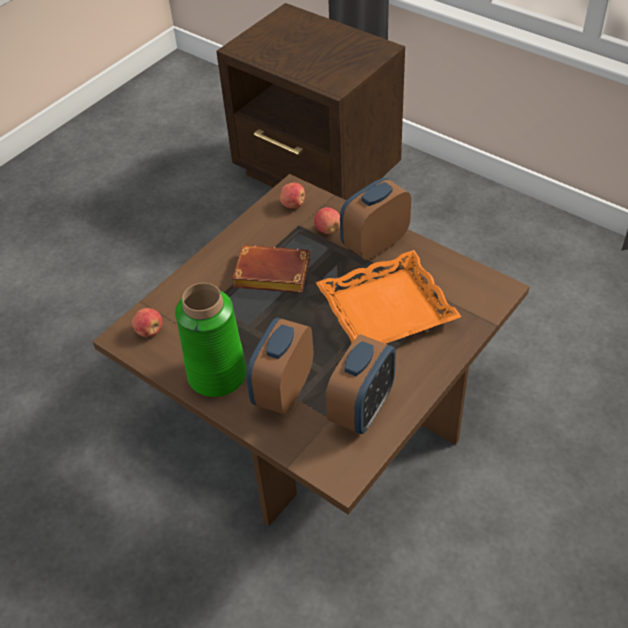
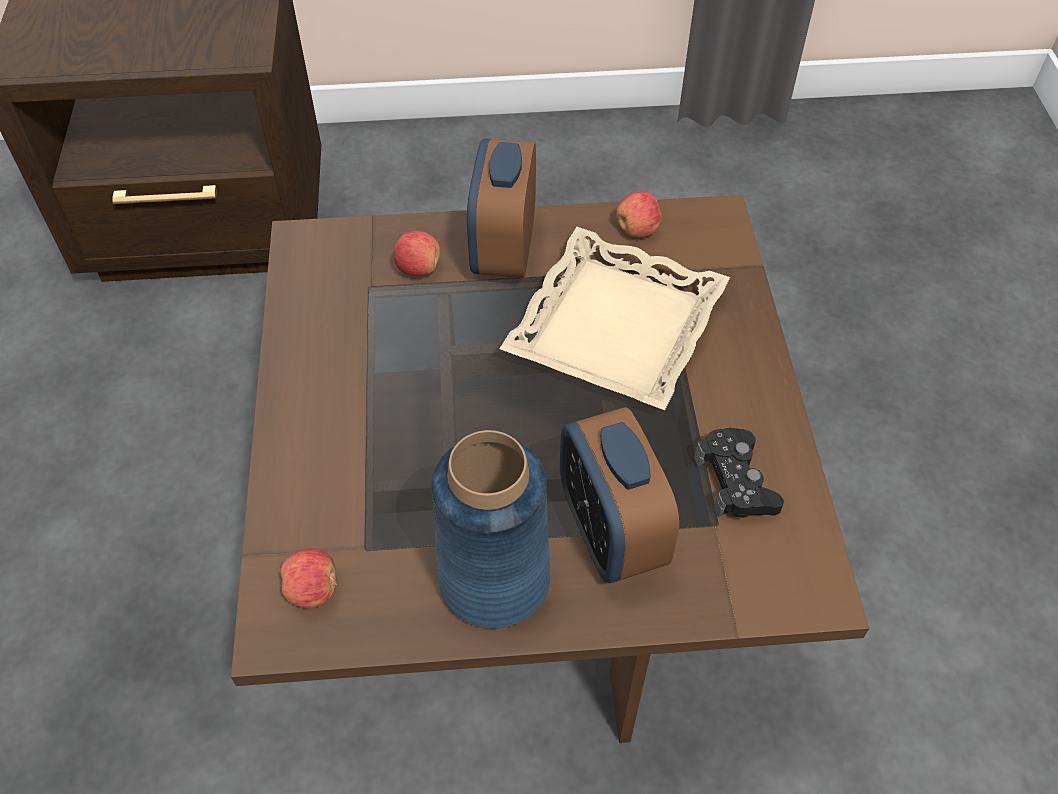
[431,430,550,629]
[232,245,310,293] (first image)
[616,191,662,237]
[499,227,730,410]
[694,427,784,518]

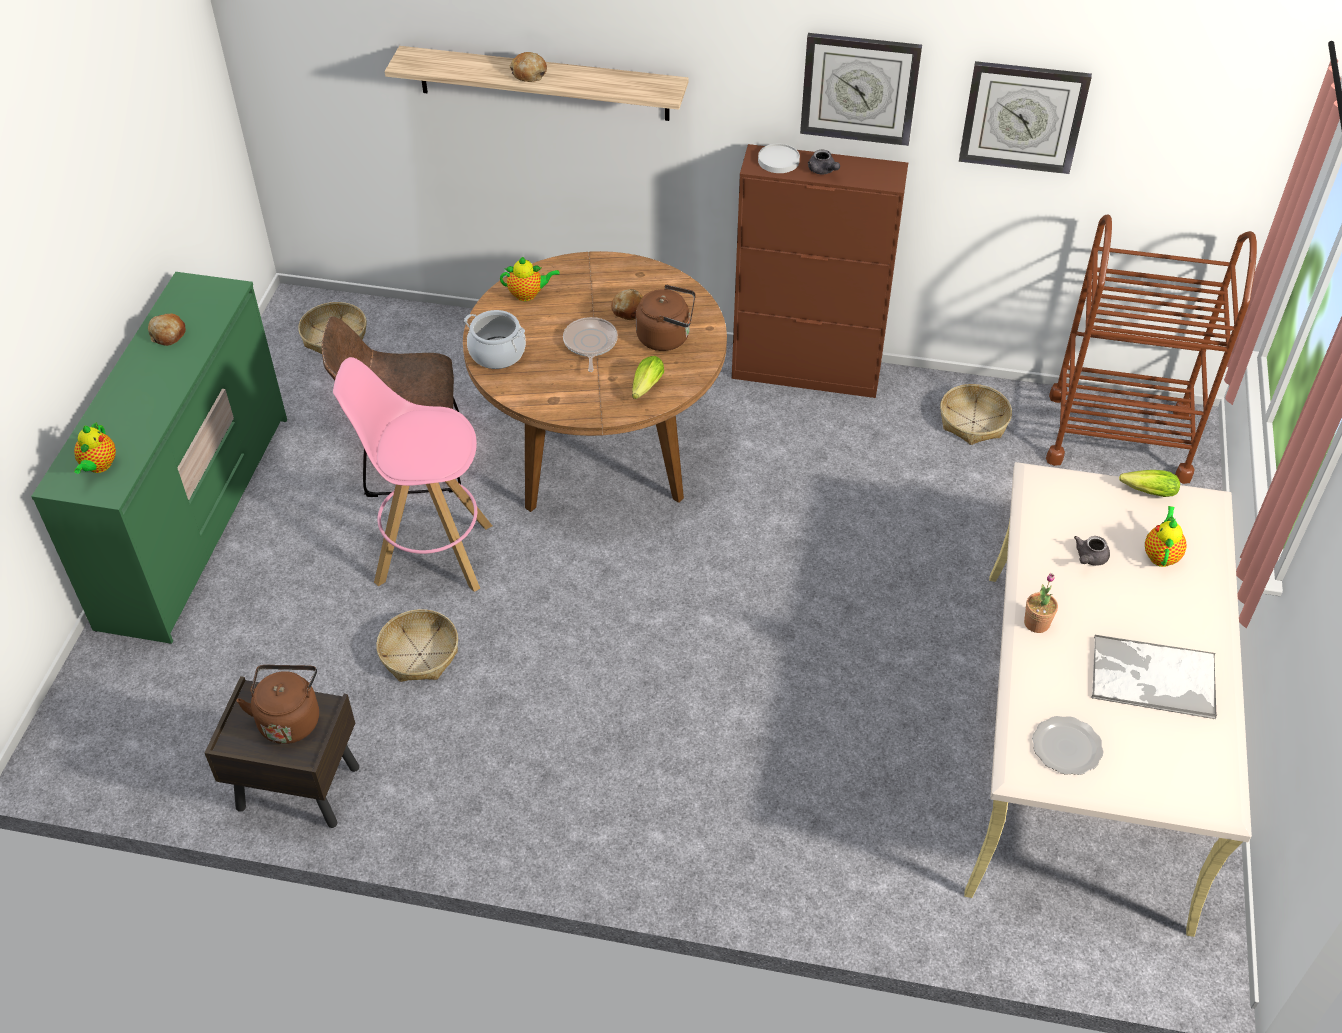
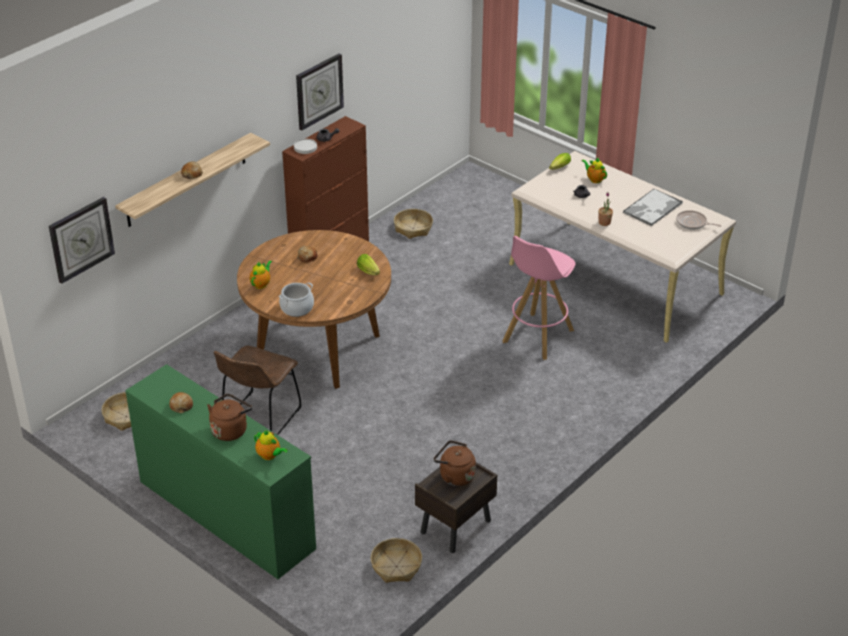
[502,236,576,360]
[371,538,422,583]
[676,210,722,230]
[207,394,252,441]
[49,197,115,284]
[1032,716,1104,775] (first image)
[1046,214,1257,484] (first image)

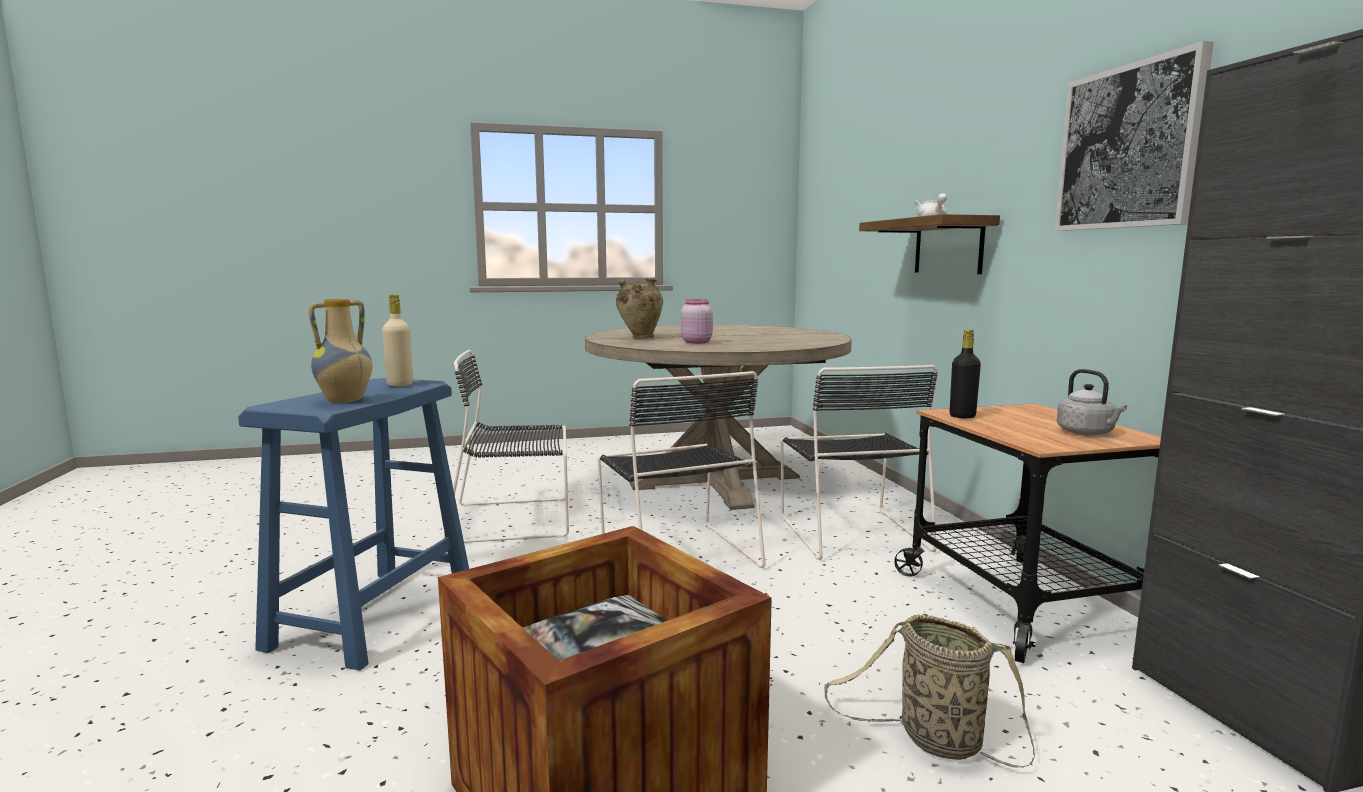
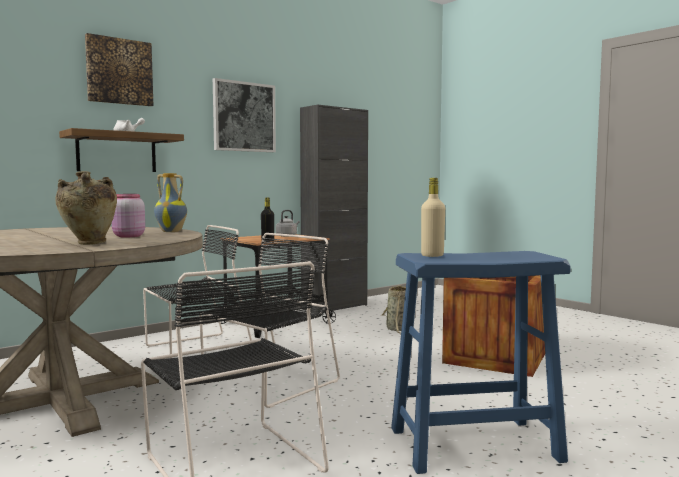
[154,173,187,232]
[85,33,153,106]

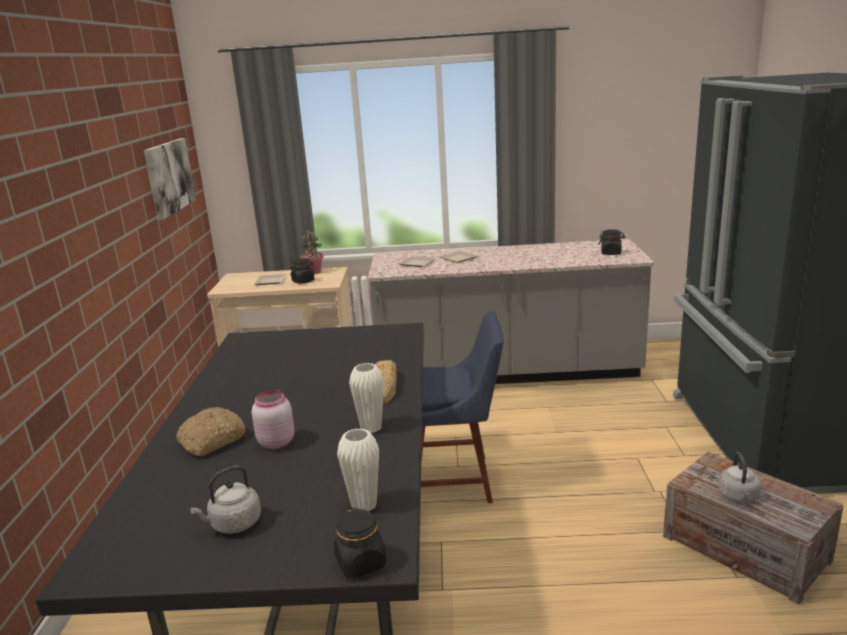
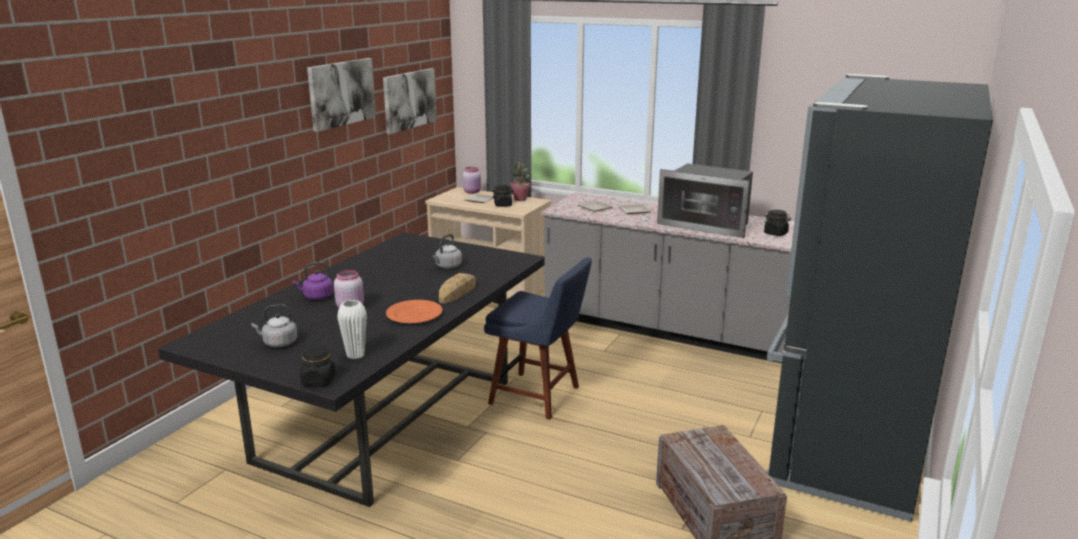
[293,262,333,300]
[386,300,442,323]
[432,234,462,269]
[307,58,376,132]
[462,167,481,194]
[657,163,753,238]

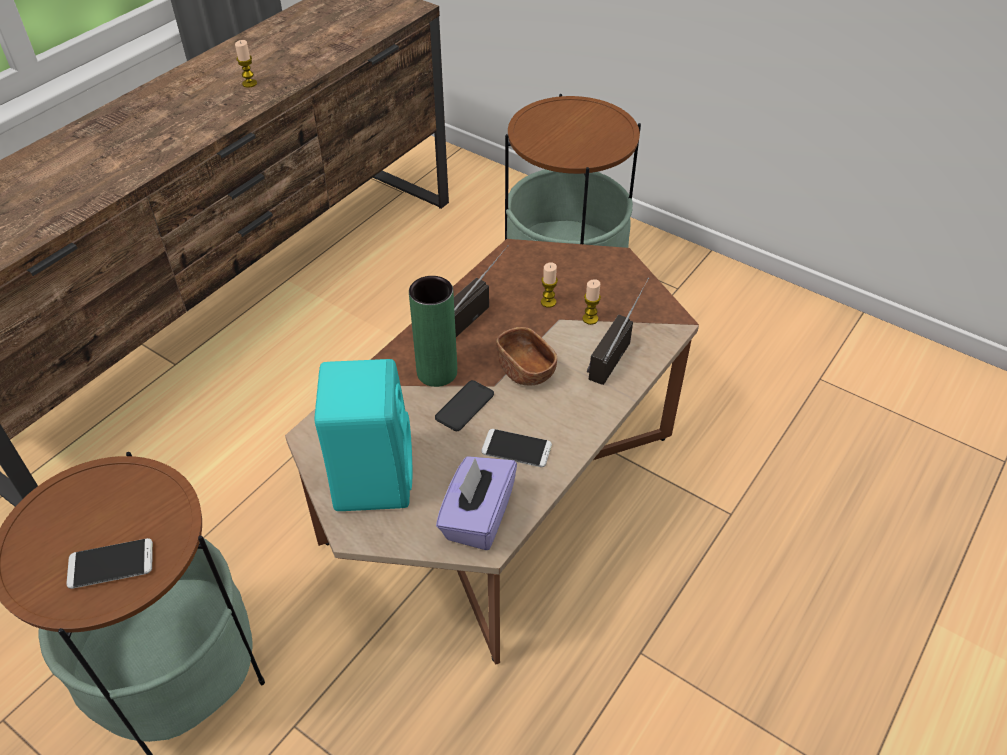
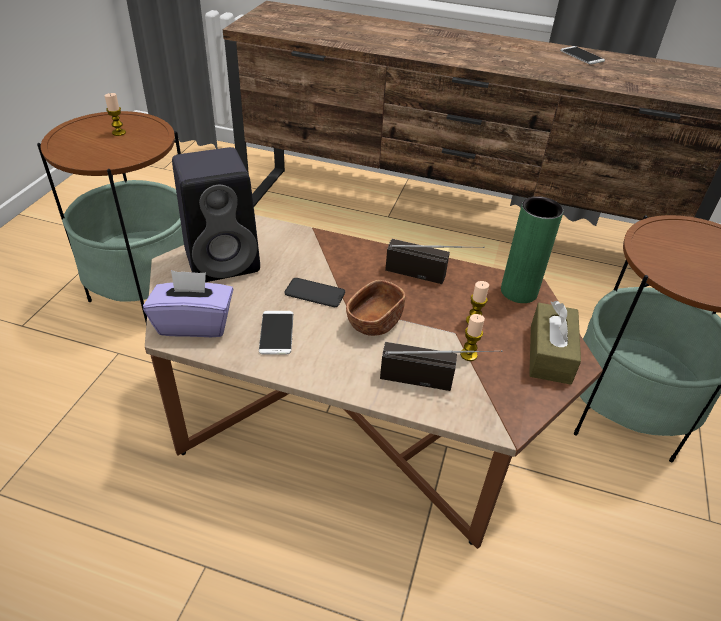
[560,46,605,65]
[105,93,126,136]
[172,147,260,282]
[501,196,563,303]
[529,301,581,385]

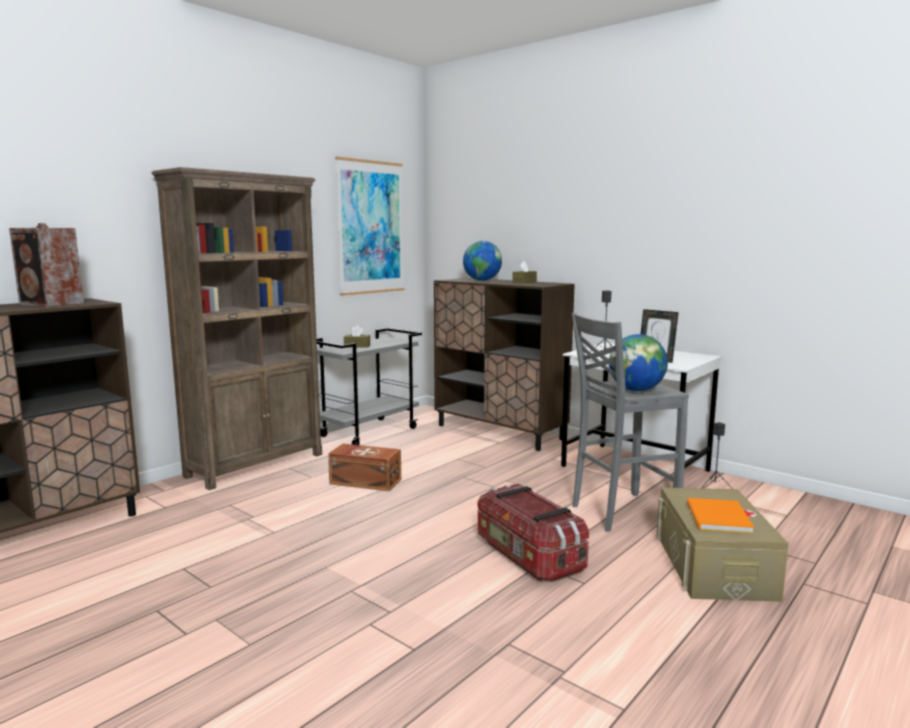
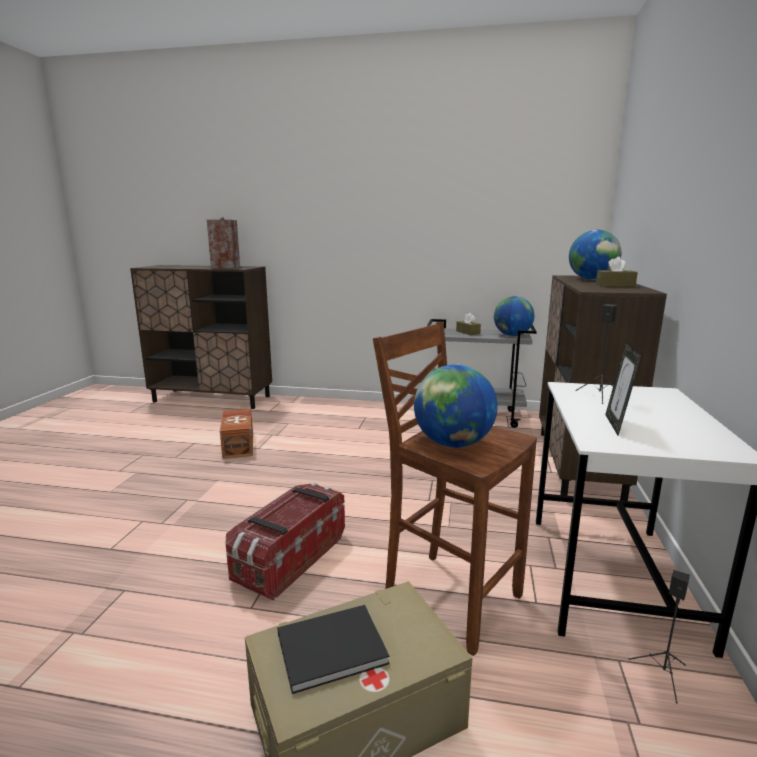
[152,167,322,490] (first image)
[220,409,253,459]
[335,157,404,296] (first image)
[373,322,537,656]
[278,605,390,694]
[494,296,534,336]

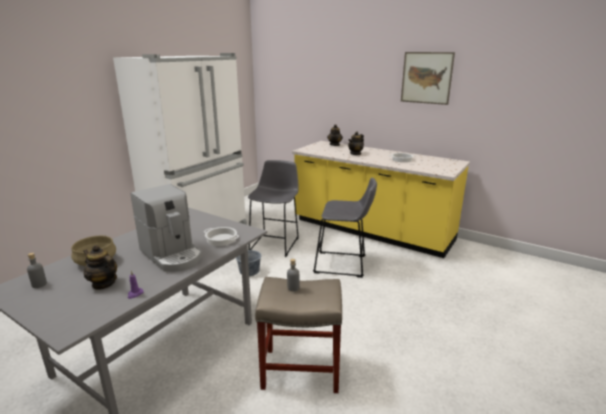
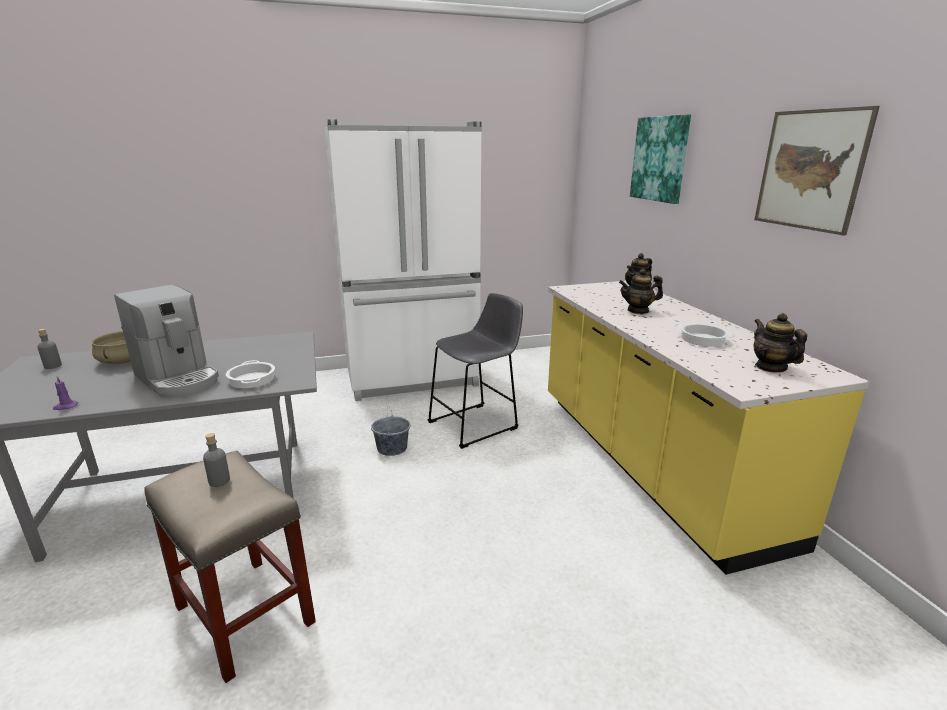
[753,313,807,373]
[114,285,219,398]
[313,178,377,278] (first image)
[630,114,691,204]

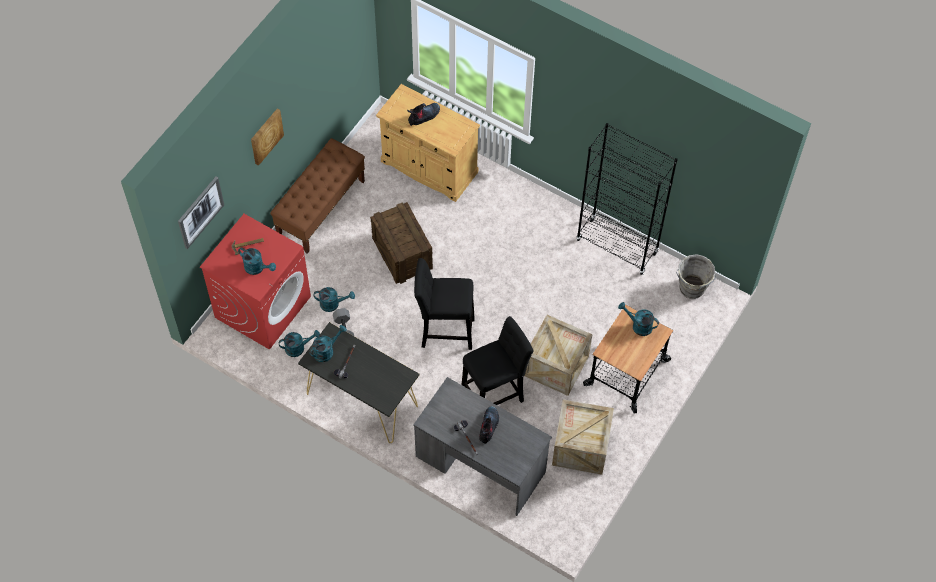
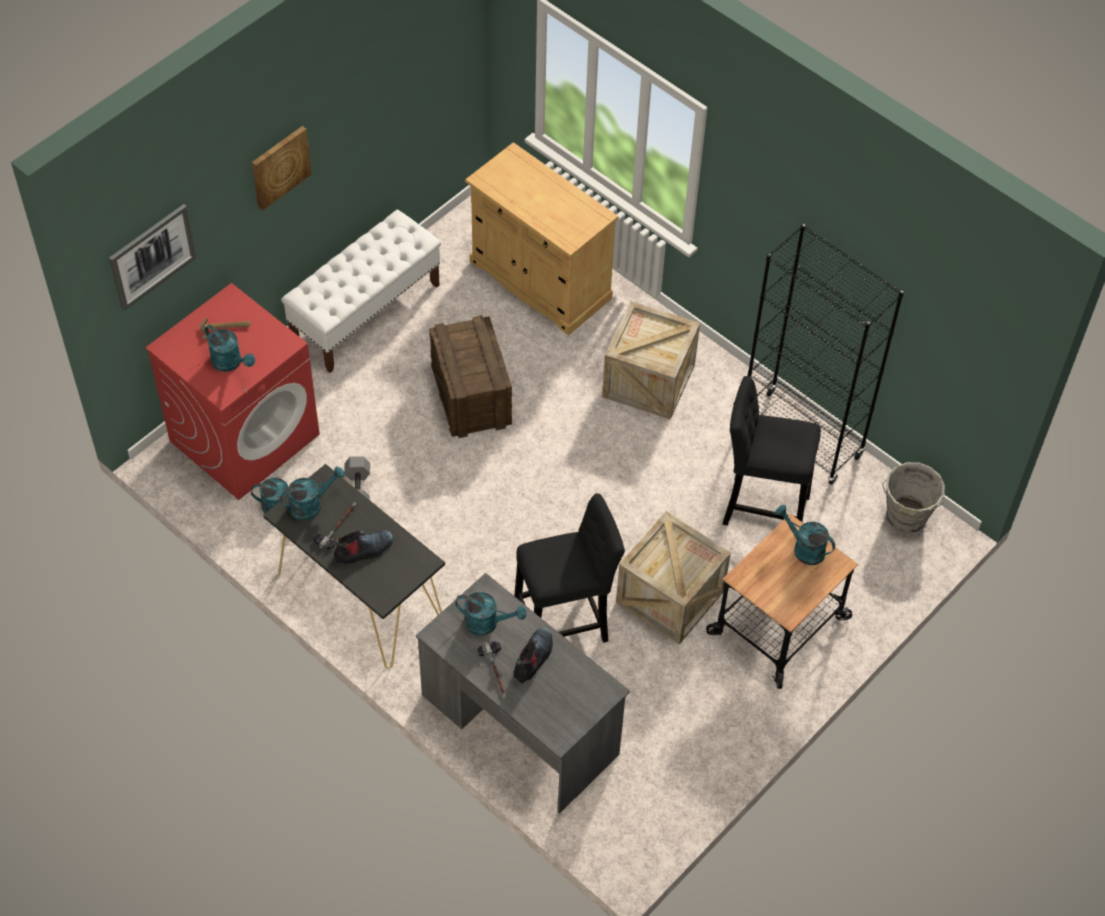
[281,210,441,373]
[455,592,526,636]
[330,530,393,564]
[723,376,821,525]
[602,301,700,420]

